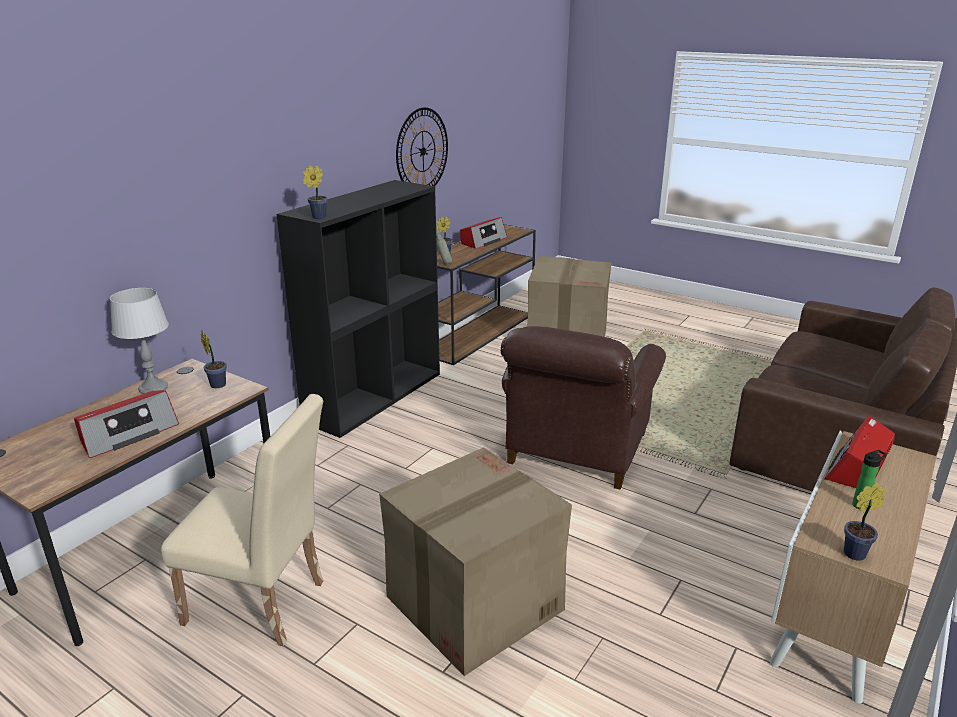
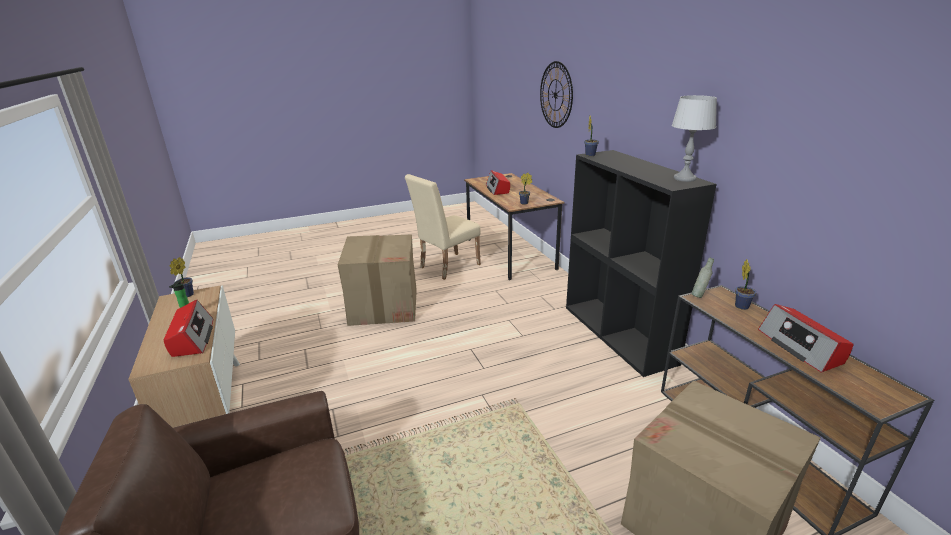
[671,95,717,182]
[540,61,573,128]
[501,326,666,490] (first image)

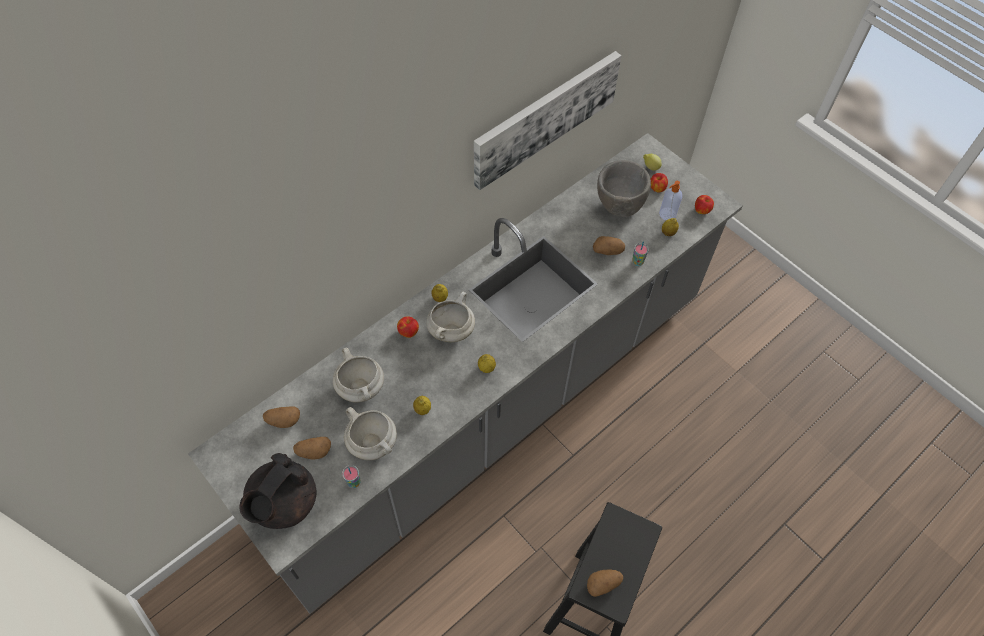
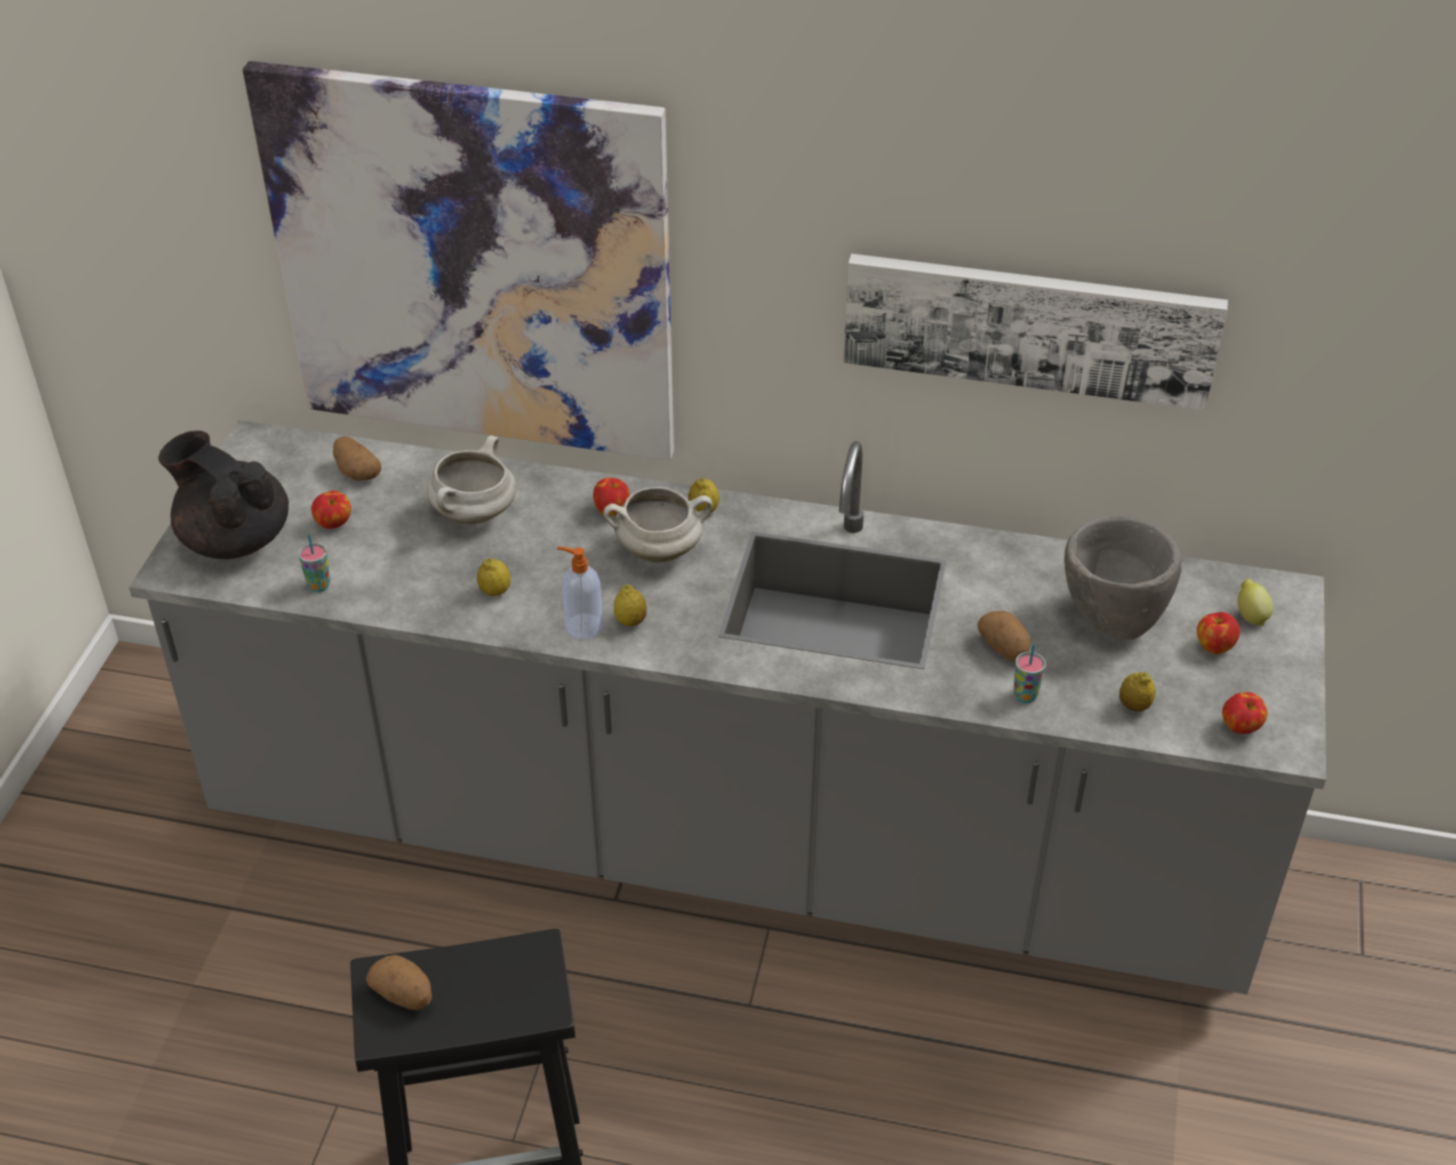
[158,431,289,559]
[311,491,351,529]
[344,407,397,460] (first image)
[557,547,603,639]
[243,61,674,460]

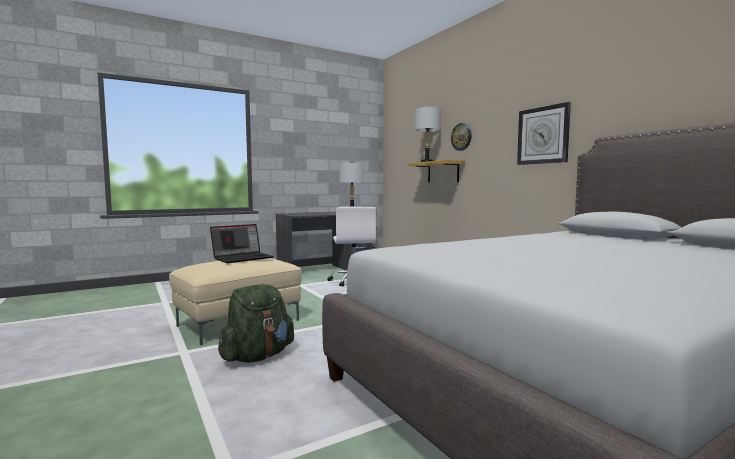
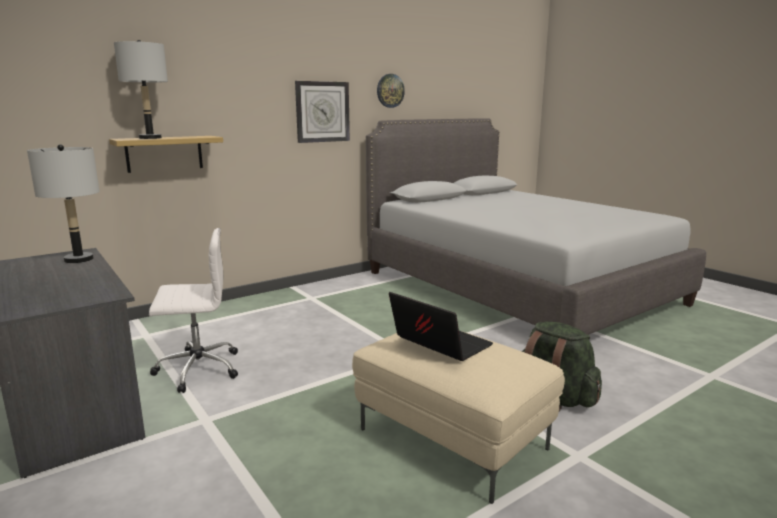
[377,74,405,108]

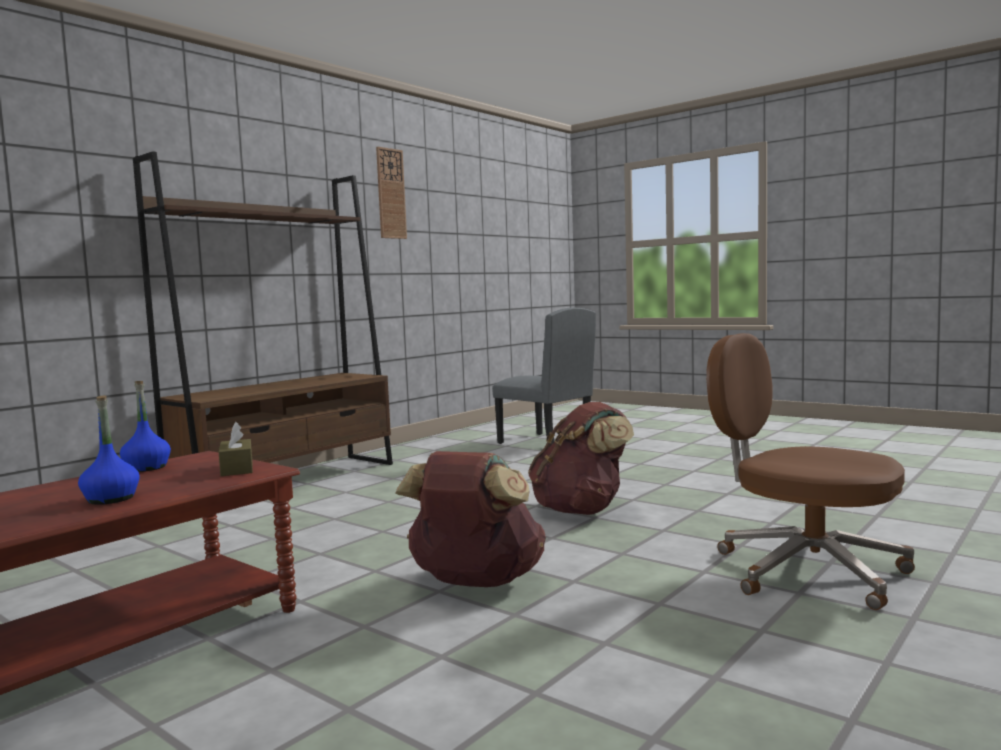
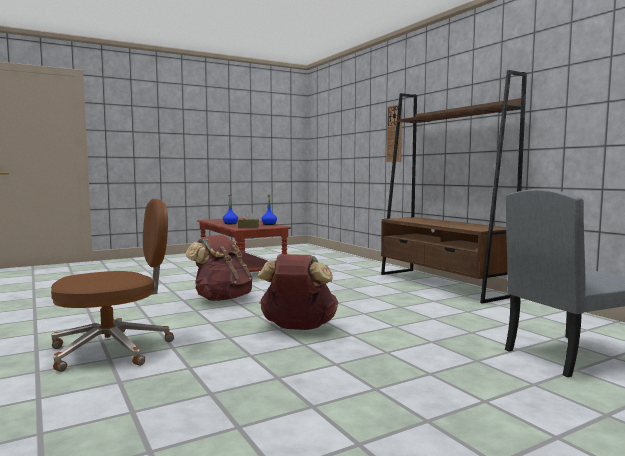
[386,104,402,162]

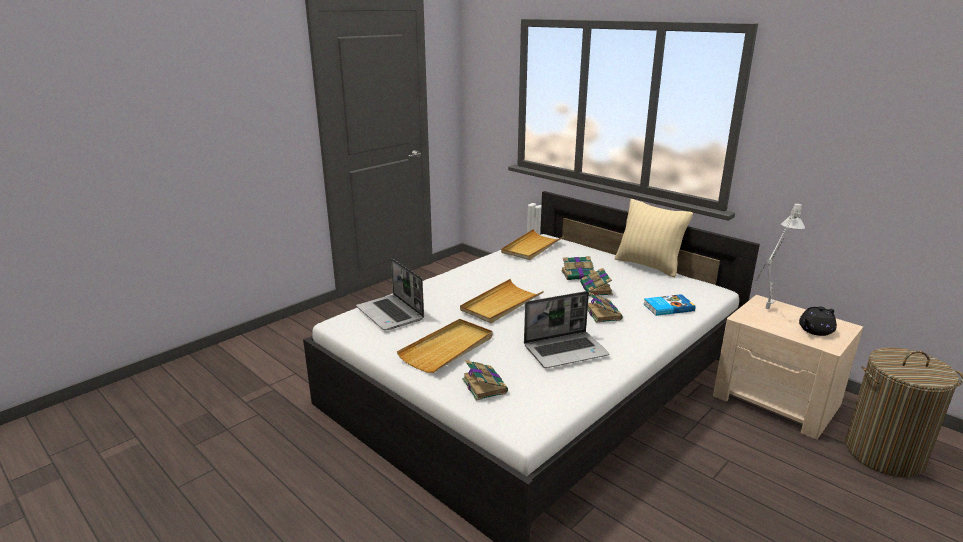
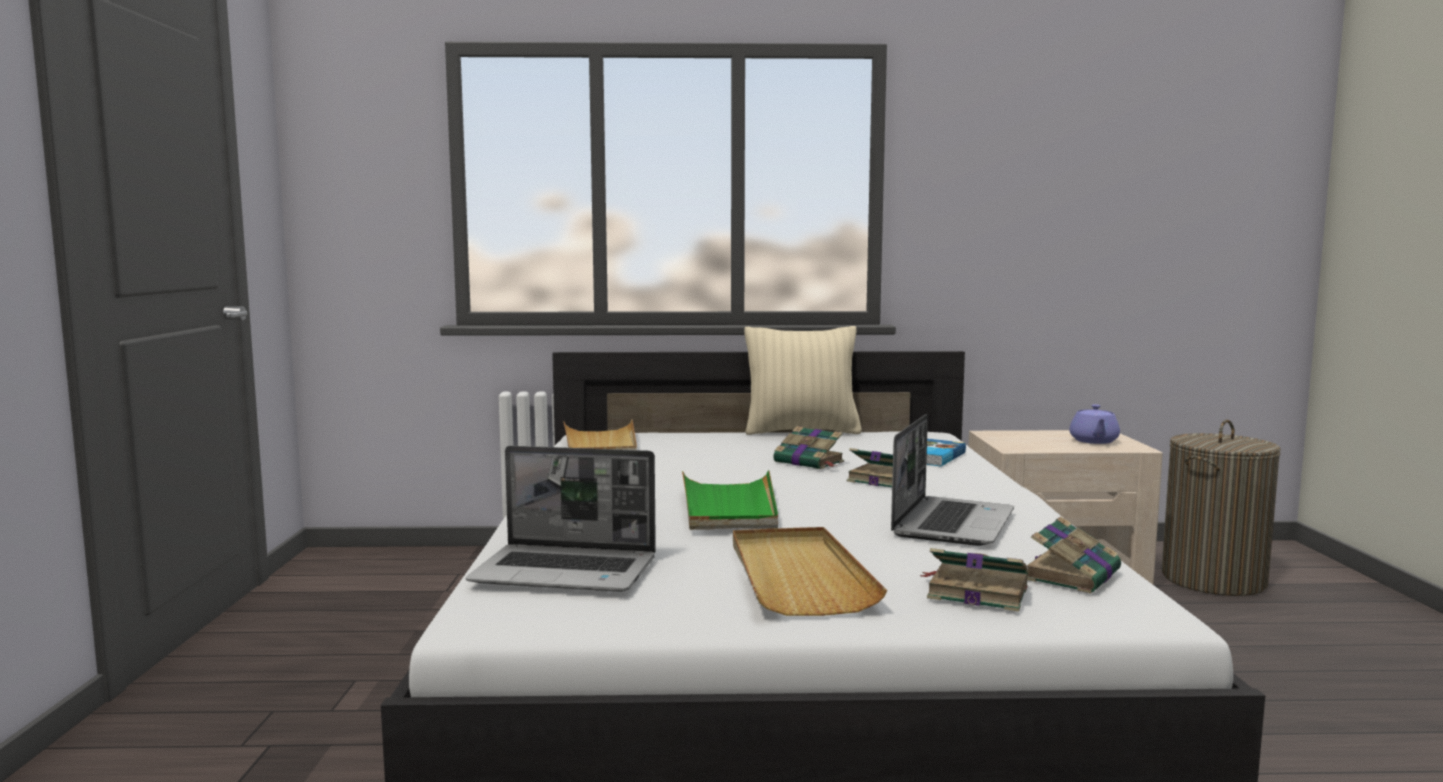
[682,470,778,530]
[1027,516,1121,594]
[756,202,805,309] (first image)
[1069,404,1120,444]

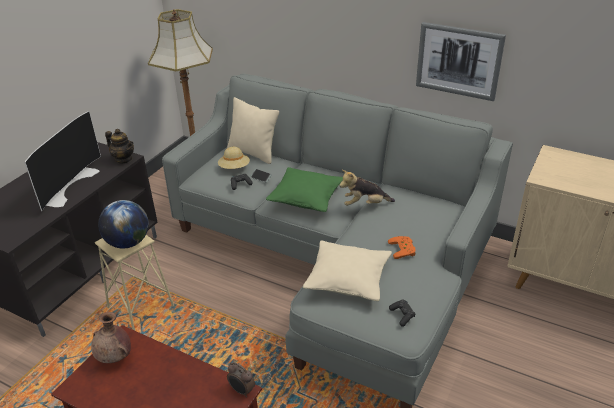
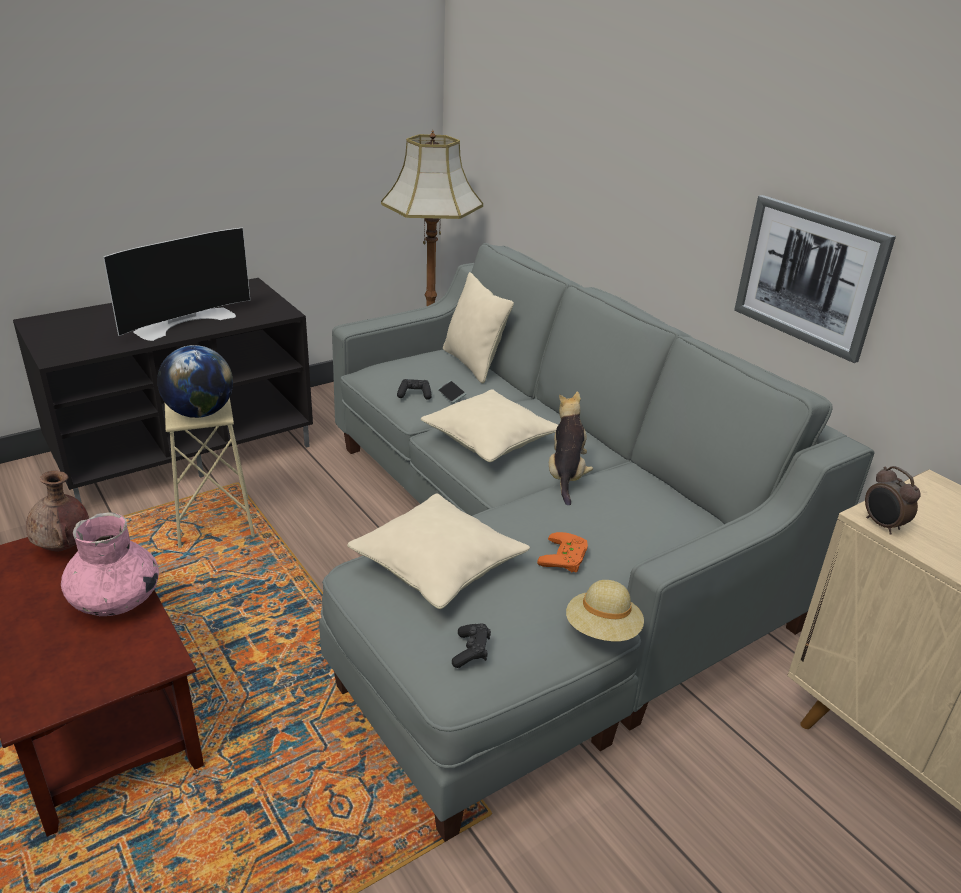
[105,129,134,164] (first image)
[566,580,644,641]
[865,466,921,535]
[420,389,558,462]
[549,391,593,505]
[61,512,159,616]

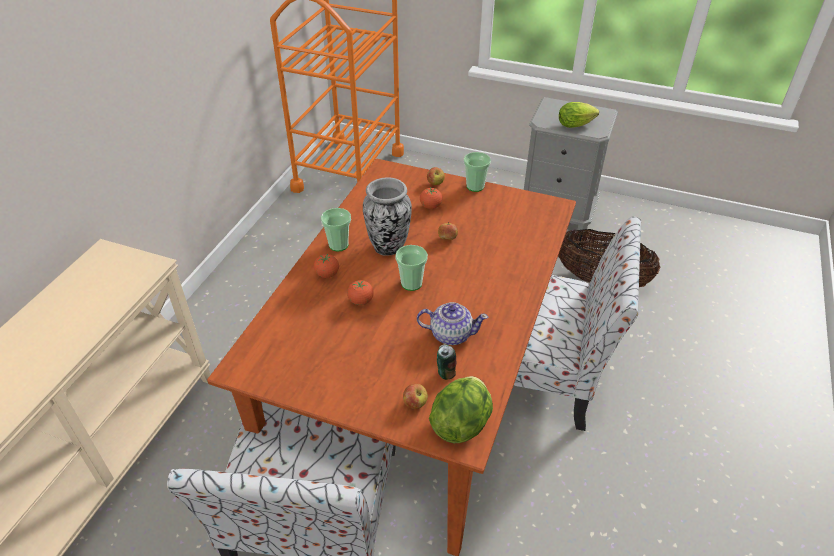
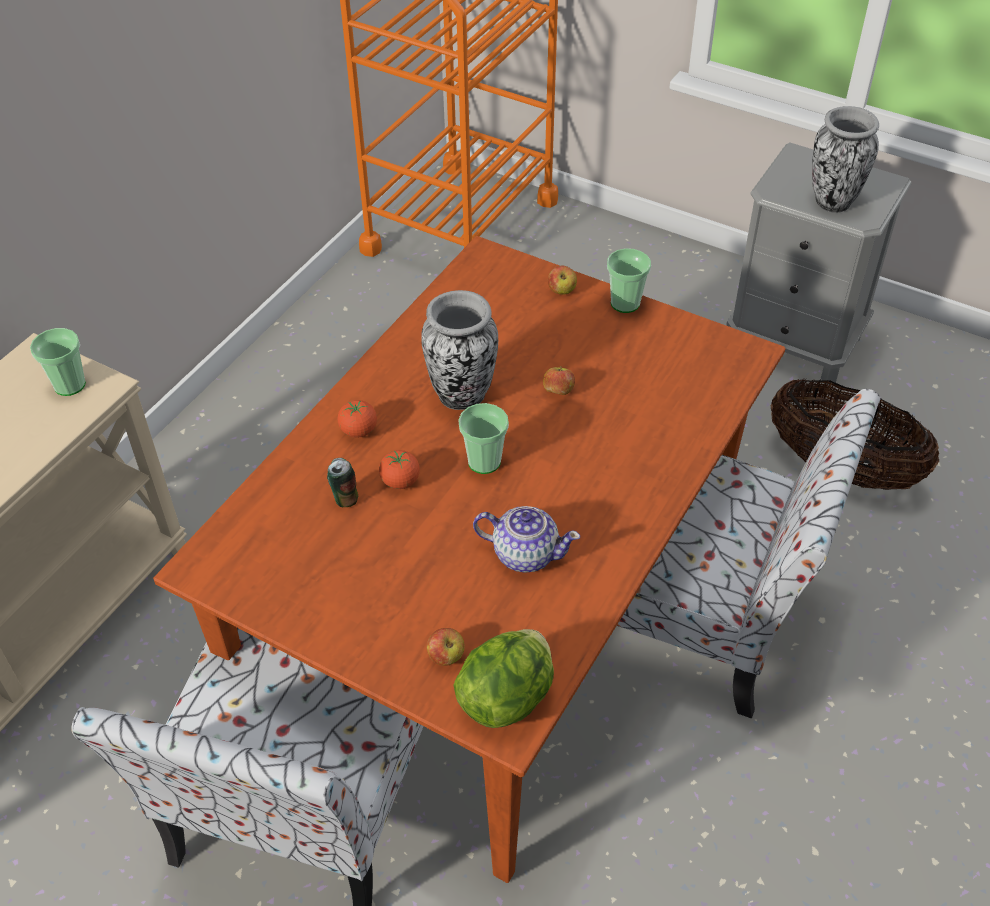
[30,328,86,396]
[420,187,442,209] (first image)
[327,458,358,507]
[812,106,879,213]

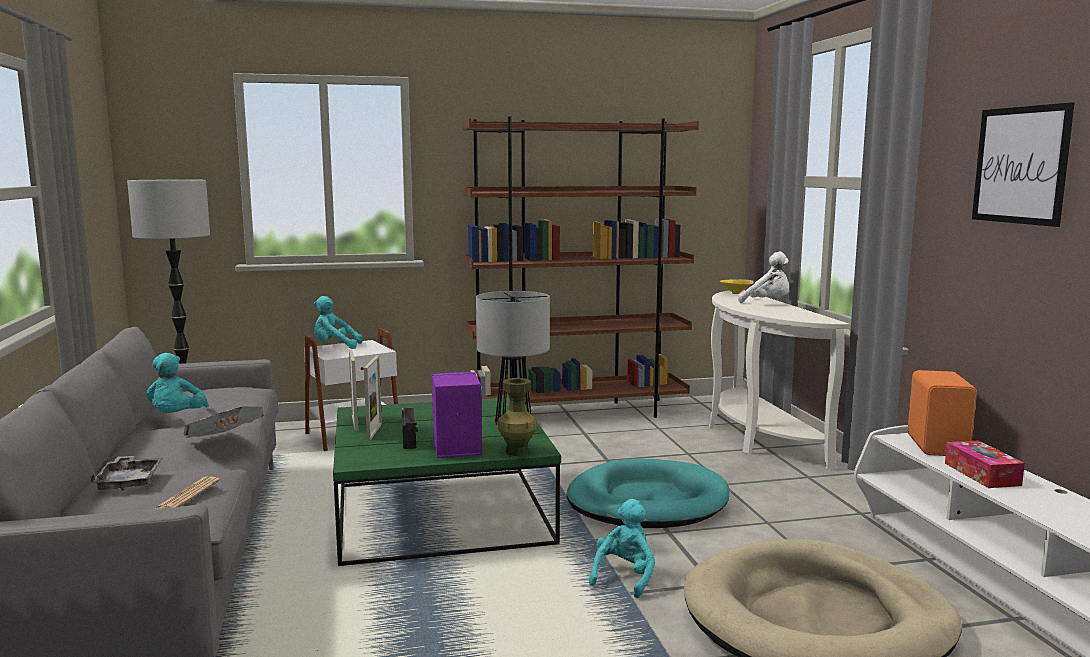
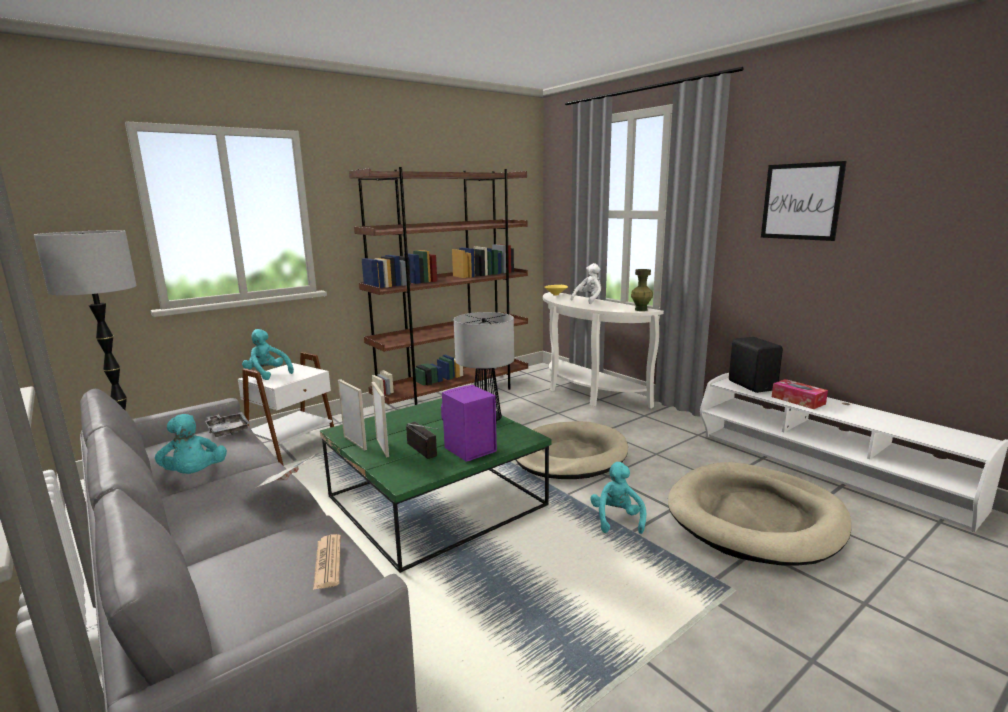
[205,412,250,437]
[242,329,294,380]
[631,269,653,311]
[516,421,628,479]
[570,263,601,304]
[729,337,783,393]

